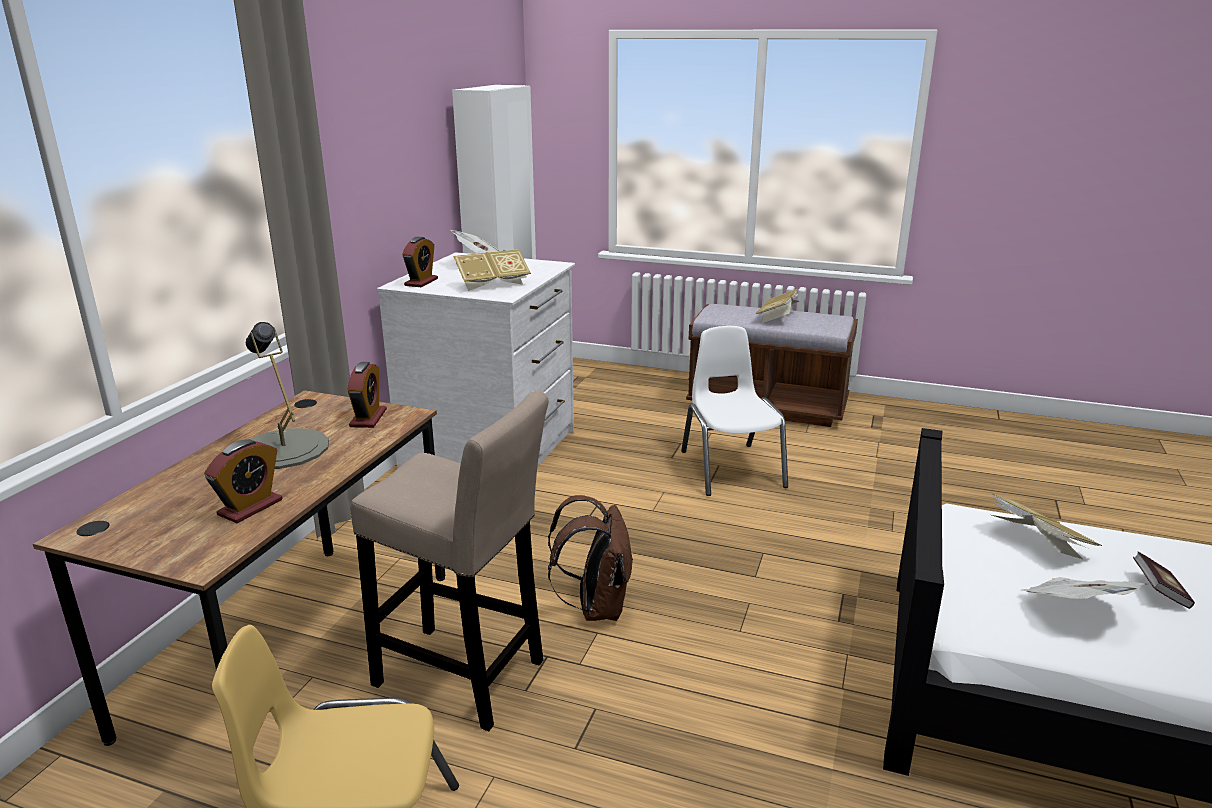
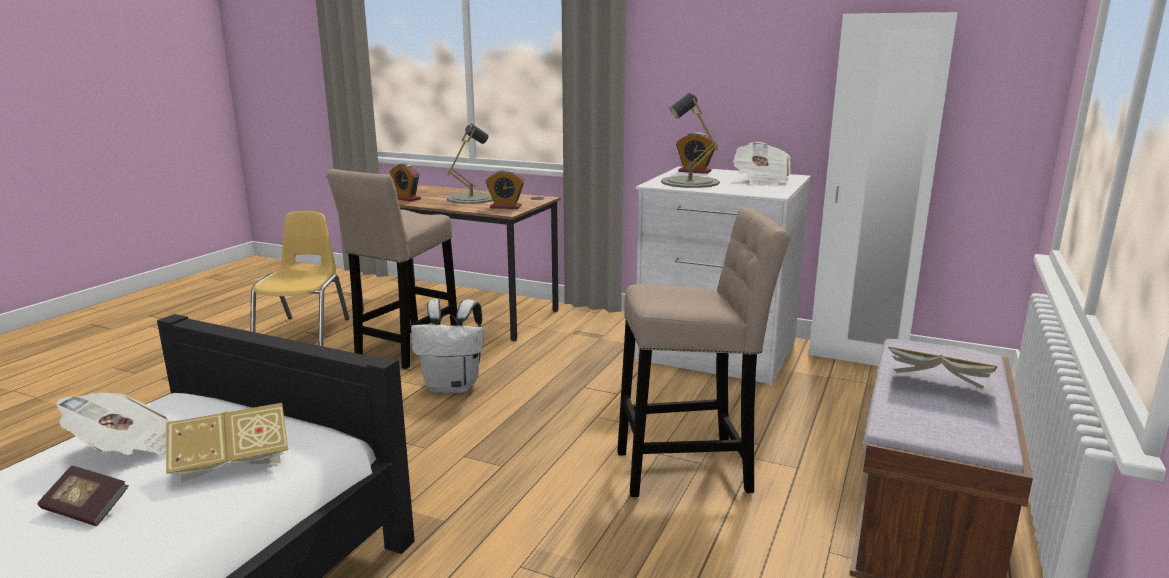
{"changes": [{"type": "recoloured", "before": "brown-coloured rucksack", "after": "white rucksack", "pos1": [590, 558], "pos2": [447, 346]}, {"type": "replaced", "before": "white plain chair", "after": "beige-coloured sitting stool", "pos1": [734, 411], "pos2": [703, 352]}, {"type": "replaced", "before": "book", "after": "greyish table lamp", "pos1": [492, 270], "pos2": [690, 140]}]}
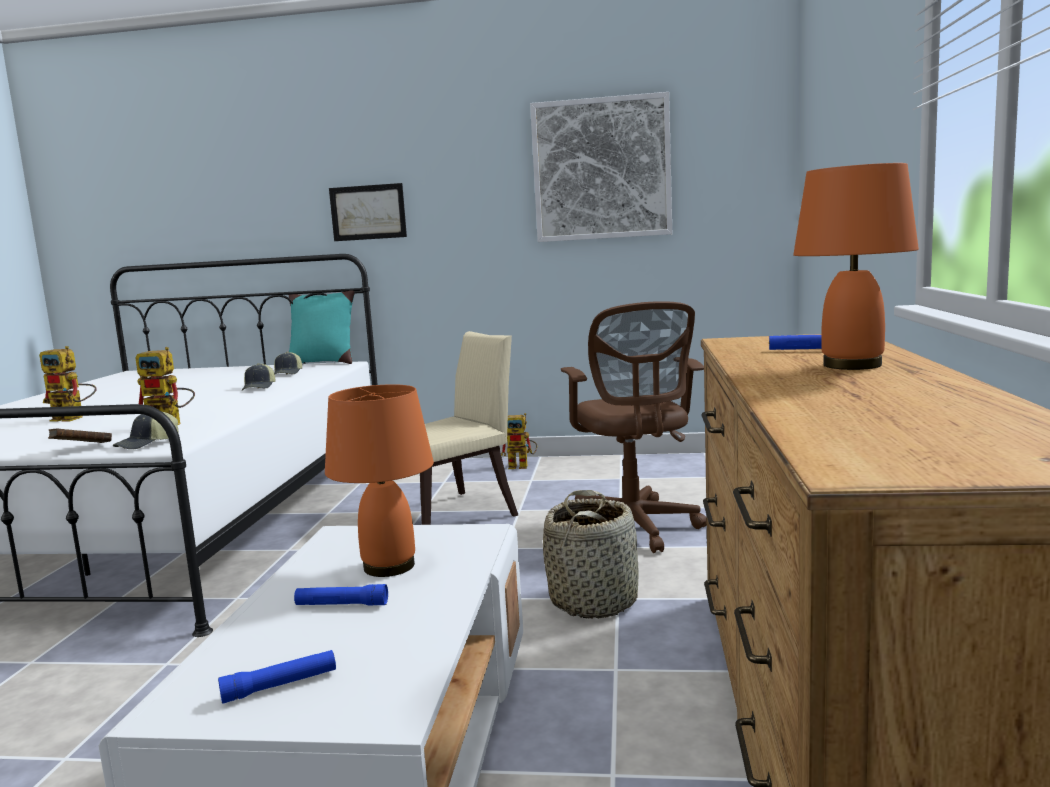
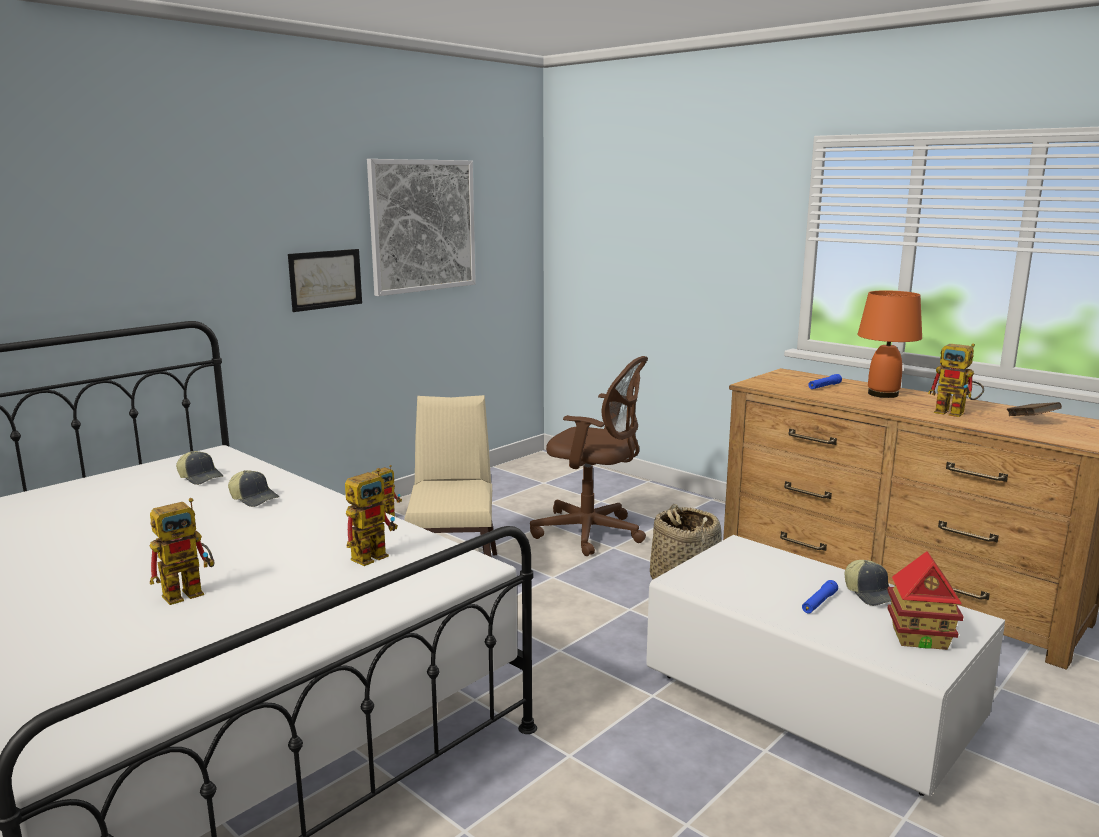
{"changes": [{"type": "moved", "before": "wall art", "pos1": [368, 212], "pos2": [325, 280]}, {"type": "moved", "before": "baseball cap", "pos1": [146, 430], "pos2": [867, 583]}, {"type": "replaced", "before": "bluish flashlight", "after": "miniature house", "pos1": [277, 677], "pos2": [925, 600]}, {"type": "added", "after": "model robot", "pos2": [956, 380]}, {"type": "moved", "before": "brown-coloured book", "pos1": [80, 435], "pos2": [1034, 409]}, {"type": "removed", "before": "turquoise cushion", "pos1": [322, 327]}, {"type": "removed", "before": "orange-coloured table lamp", "pos1": [379, 480]}]}
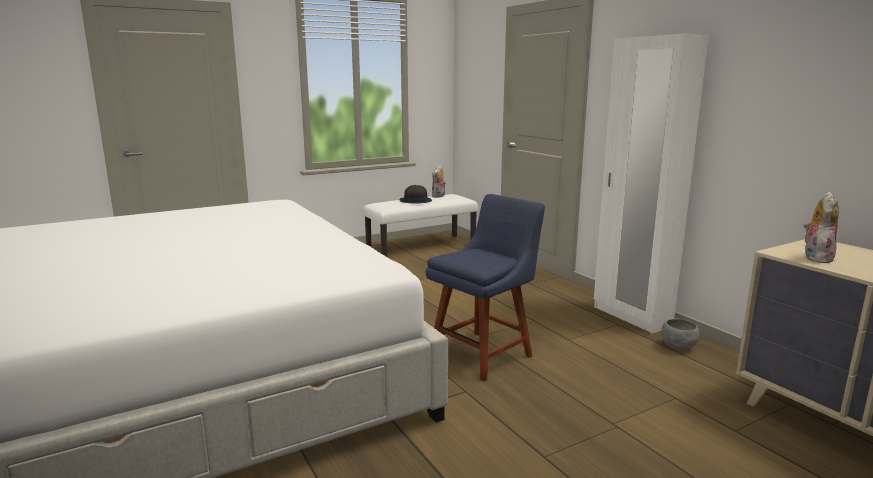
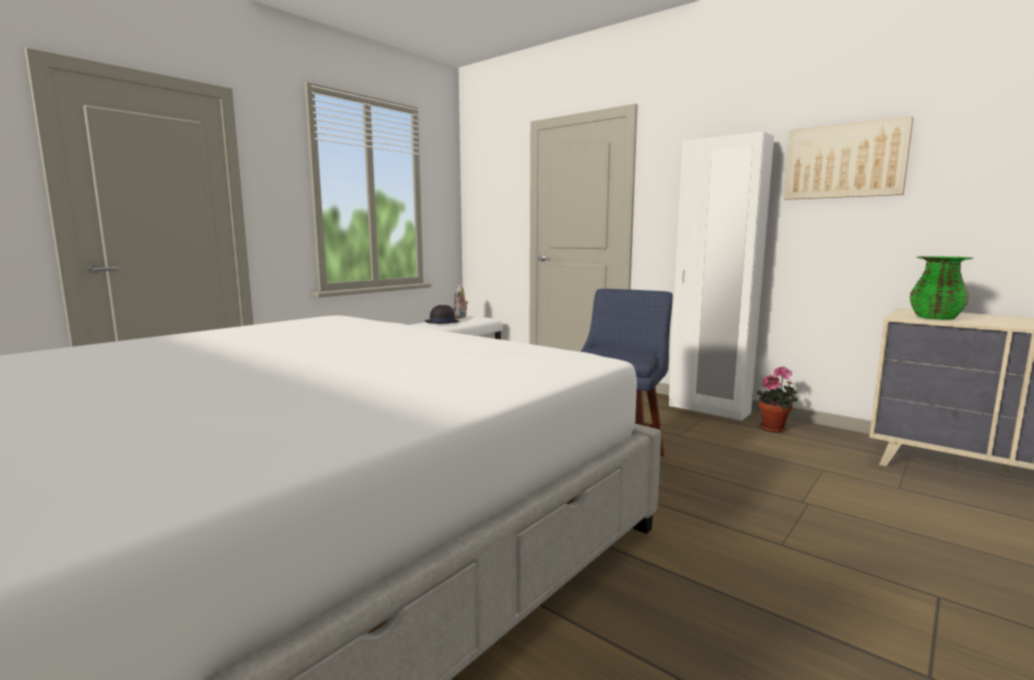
{"changes": [{"type": "replaced", "before": "greyish serving bowl", "after": "potted plant", "pos1": [680, 334], "pos2": [777, 399]}, {"type": "added", "after": "wall art", "pos2": [848, 158]}, {"type": "replaced", "before": "cuddly toy", "after": "green-coloured decorative vase", "pos1": [821, 227], "pos2": [941, 288]}]}
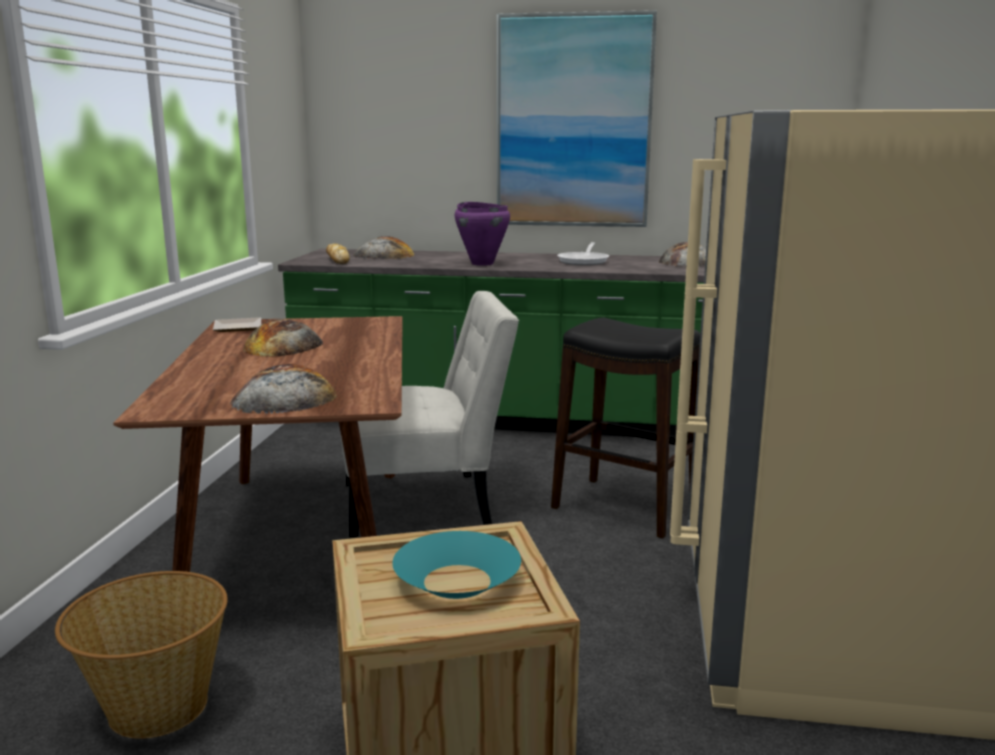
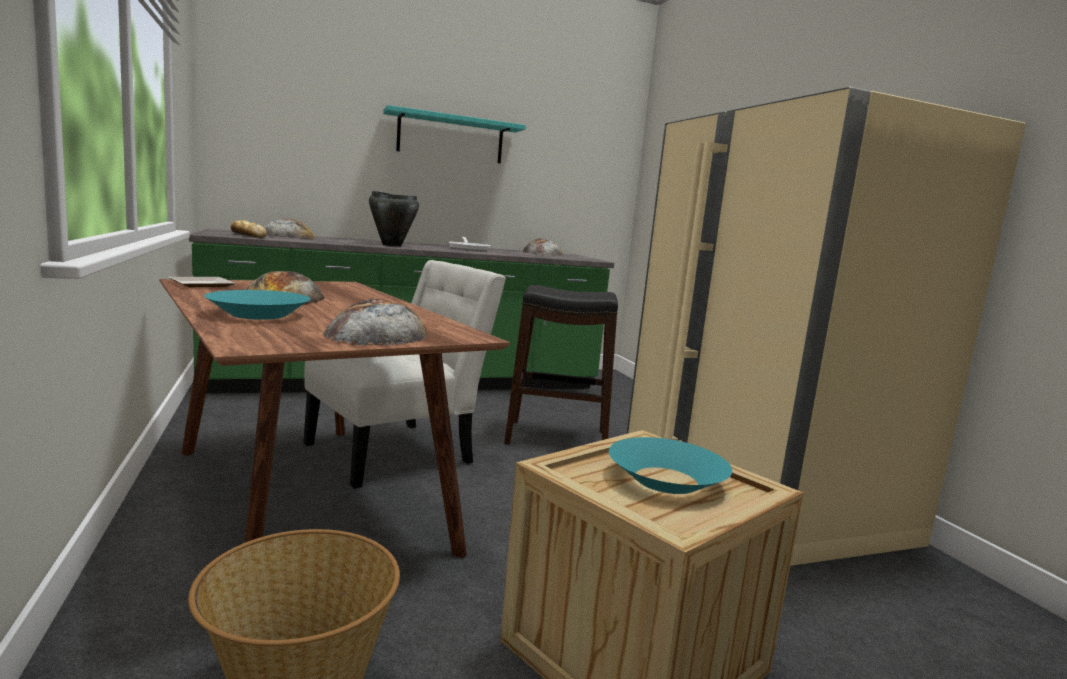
{"changes": [{"type": "added", "after": "turquoise serving bowl", "pos2": [257, 305]}, {"type": "recoloured", "before": "purple-coloured saucepot", "after": "black saucepot", "pos1": [482, 234], "pos2": [394, 219]}, {"type": "replaced", "before": "wall art", "after": "turquoise wall shelf", "pos1": [577, 118], "pos2": [454, 134]}]}
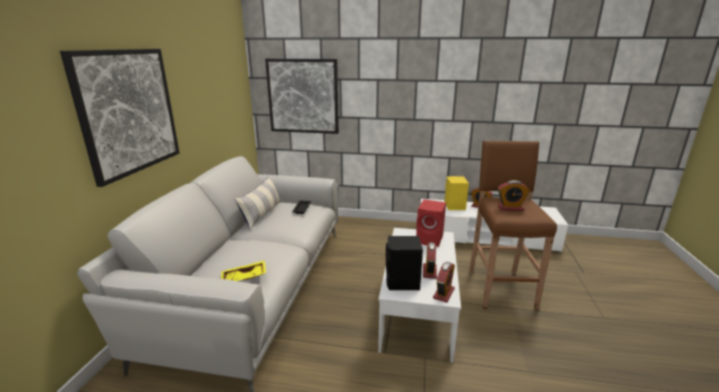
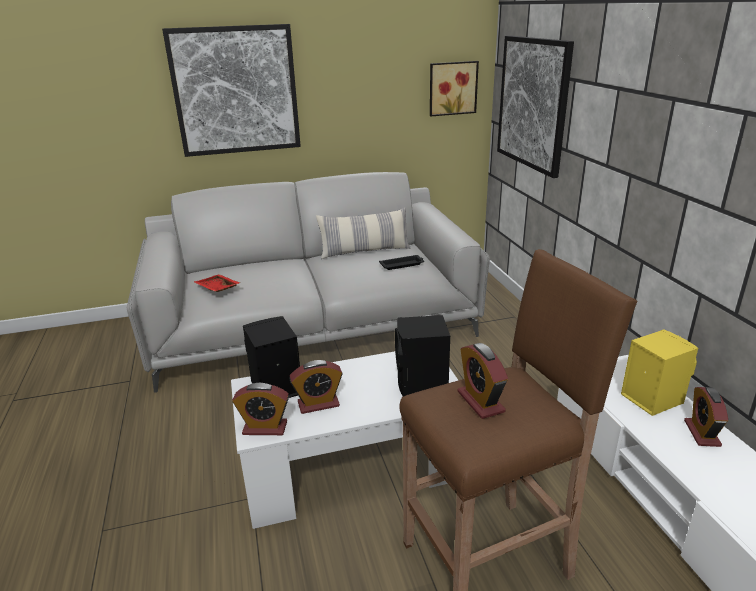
{"changes": [{"type": "recoloured", "before": "yellowish tray", "after": "reddish tray", "pos1": [243, 270], "pos2": [217, 283]}, {"type": "recoloured", "before": "reddish speaker", "after": "black speaker", "pos1": [431, 223], "pos2": [422, 356]}, {"type": "added", "after": "wall art", "pos2": [454, 88]}]}
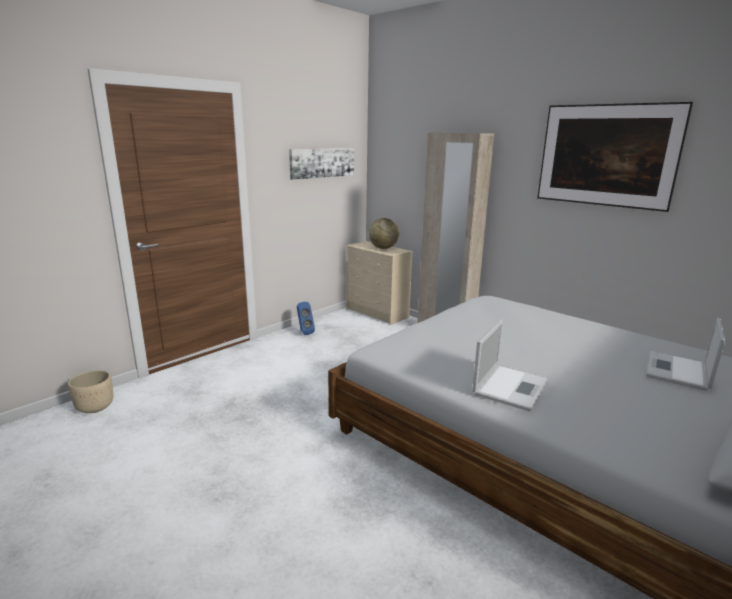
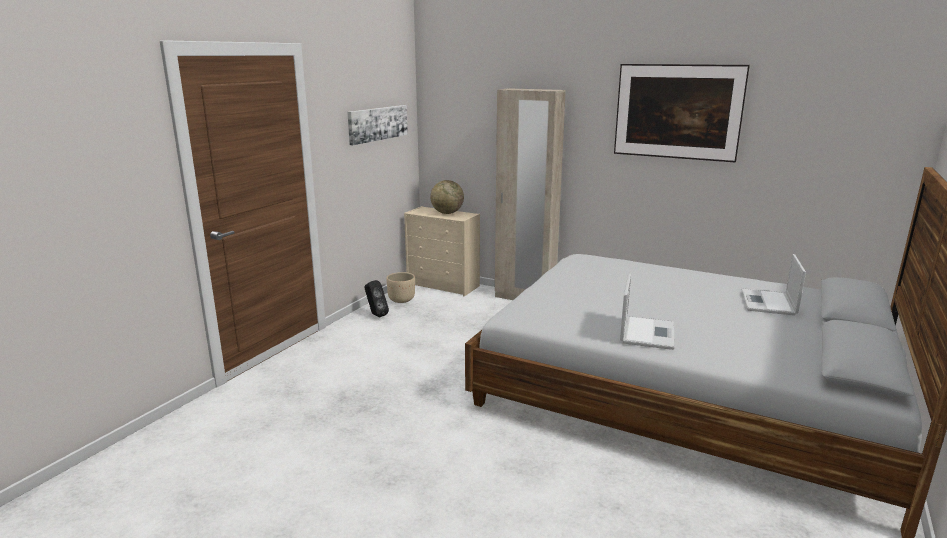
{"changes": [{"type": "recoloured", "before": "bluish speaker", "after": "black speaker", "pos1": [306, 318], "pos2": [376, 299]}, {"type": "moved", "before": "beige-coloured plant pot", "pos1": [90, 391], "pos2": [400, 287]}]}
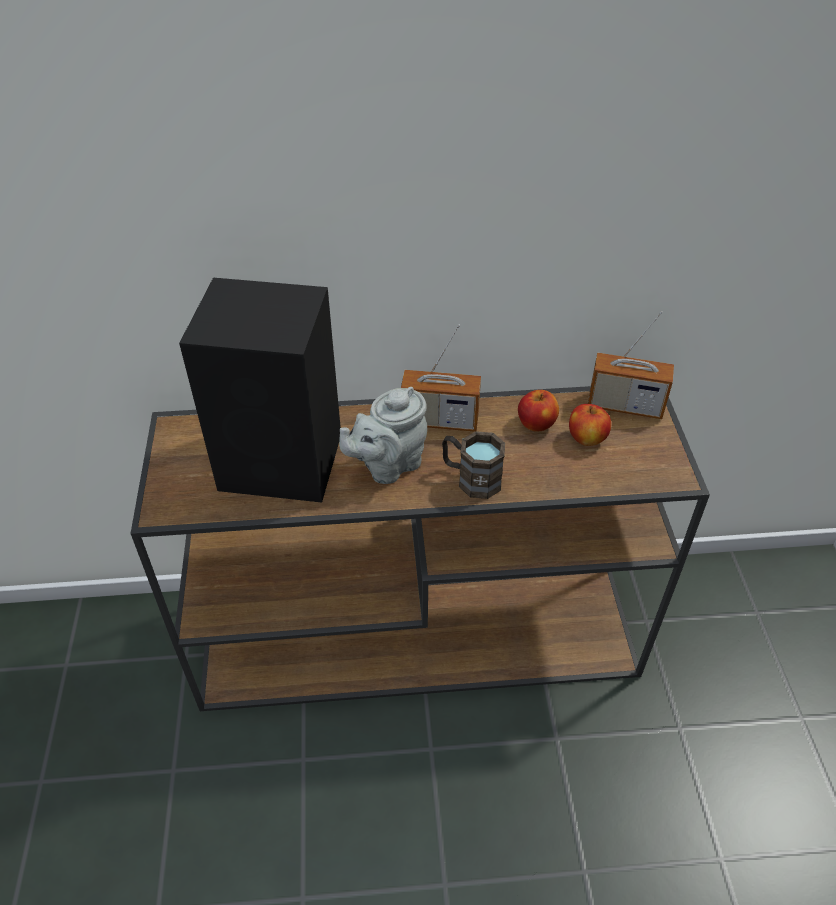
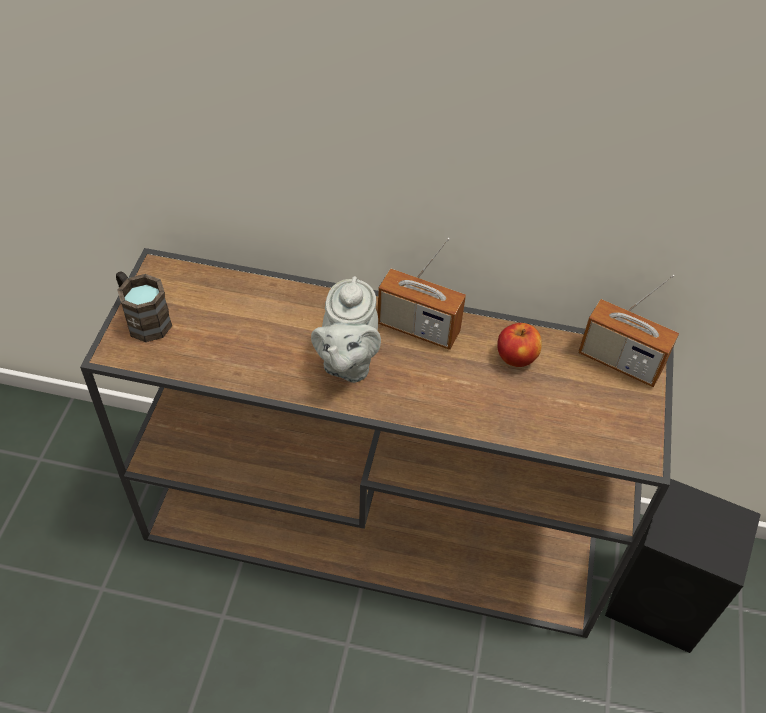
{"changes": [{"type": "moved", "before": "brown-coloured mug", "pos1": [473, 465], "pos2": [144, 306]}, {"type": "turned", "before": "greyish teapot", "pos1": [383, 435], "pos2": [346, 329], "turn": -60}, {"type": "moved", "before": "black speaker", "pos1": [260, 390], "pos2": [683, 565]}, {"type": "removed", "before": "whole apple", "pos1": [590, 425]}]}
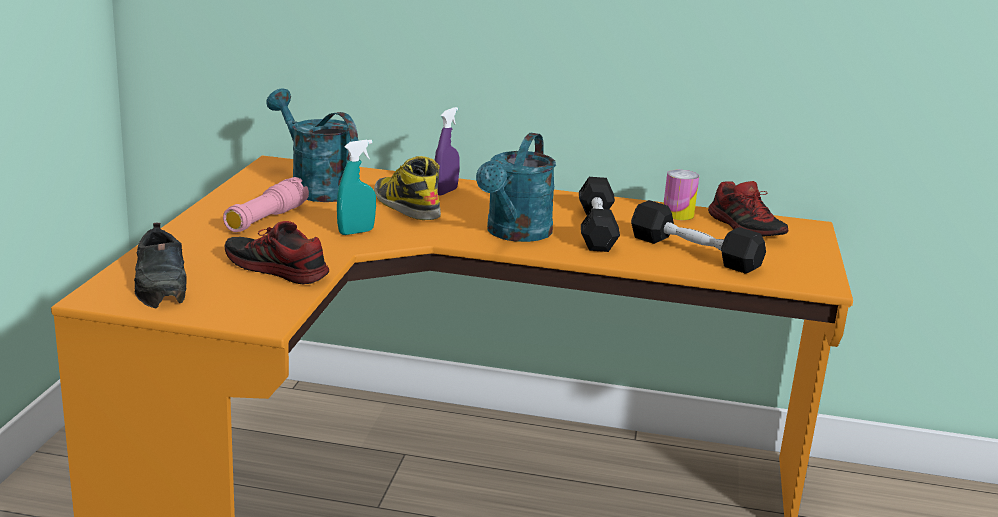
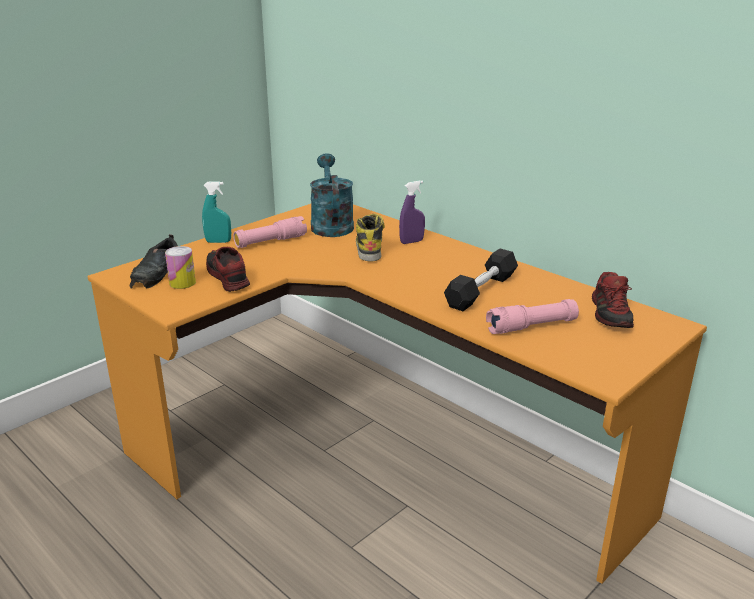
{"changes": [{"type": "moved", "before": "sealed can", "pos1": [681, 195], "pos2": [180, 267]}, {"type": "moved", "before": "turquoise sprayer", "pos1": [356, 187], "pos2": [216, 212]}, {"type": "replaced", "before": "black dumbbell", "after": "pink flashlight", "pos1": [698, 237], "pos2": [532, 316]}, {"type": "removed", "before": "turquoise watering can", "pos1": [516, 187]}]}
